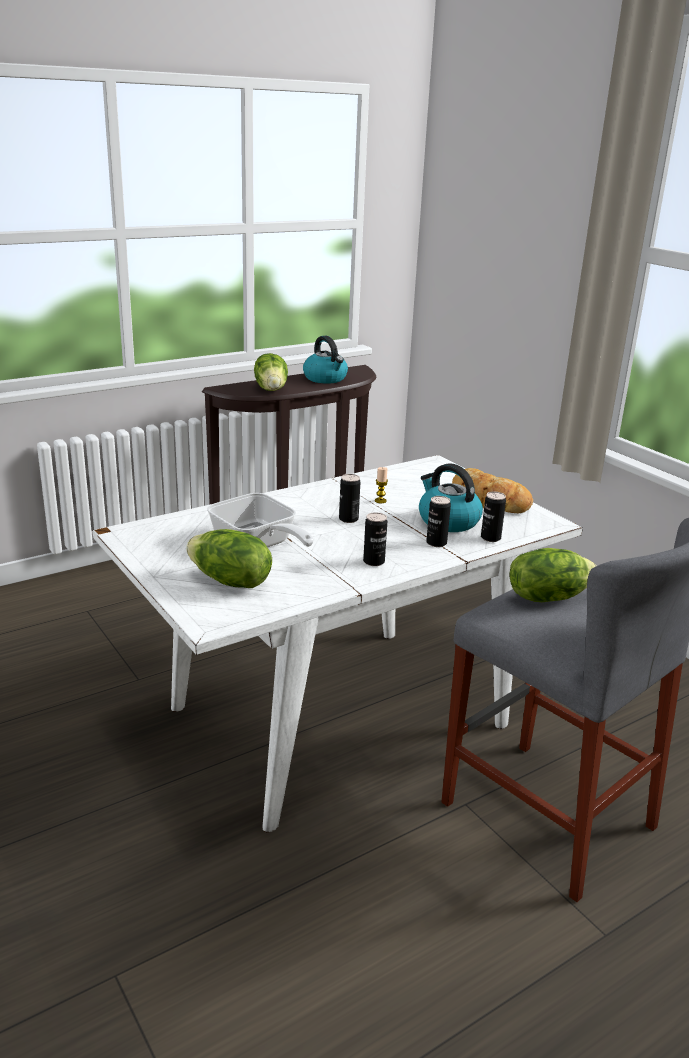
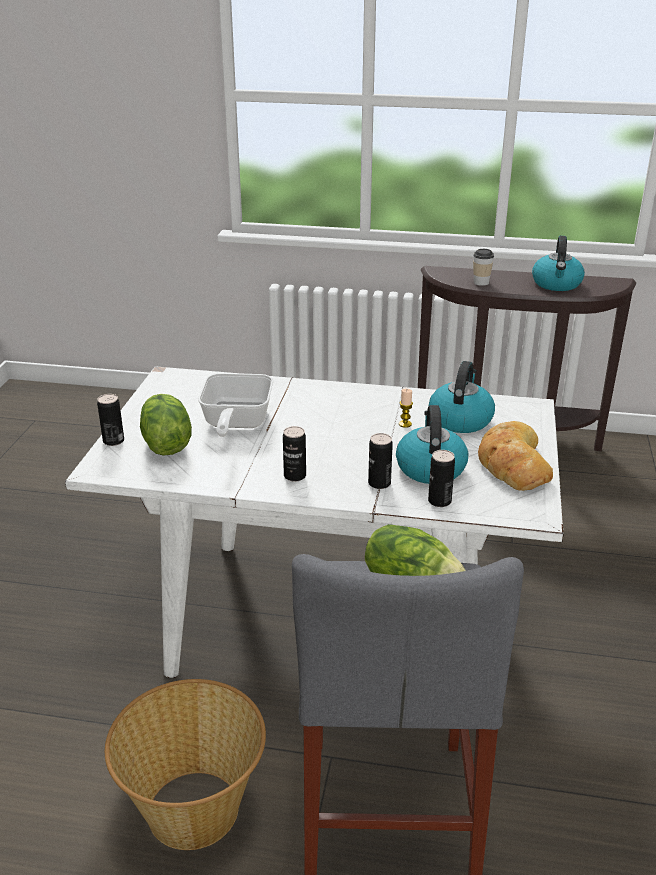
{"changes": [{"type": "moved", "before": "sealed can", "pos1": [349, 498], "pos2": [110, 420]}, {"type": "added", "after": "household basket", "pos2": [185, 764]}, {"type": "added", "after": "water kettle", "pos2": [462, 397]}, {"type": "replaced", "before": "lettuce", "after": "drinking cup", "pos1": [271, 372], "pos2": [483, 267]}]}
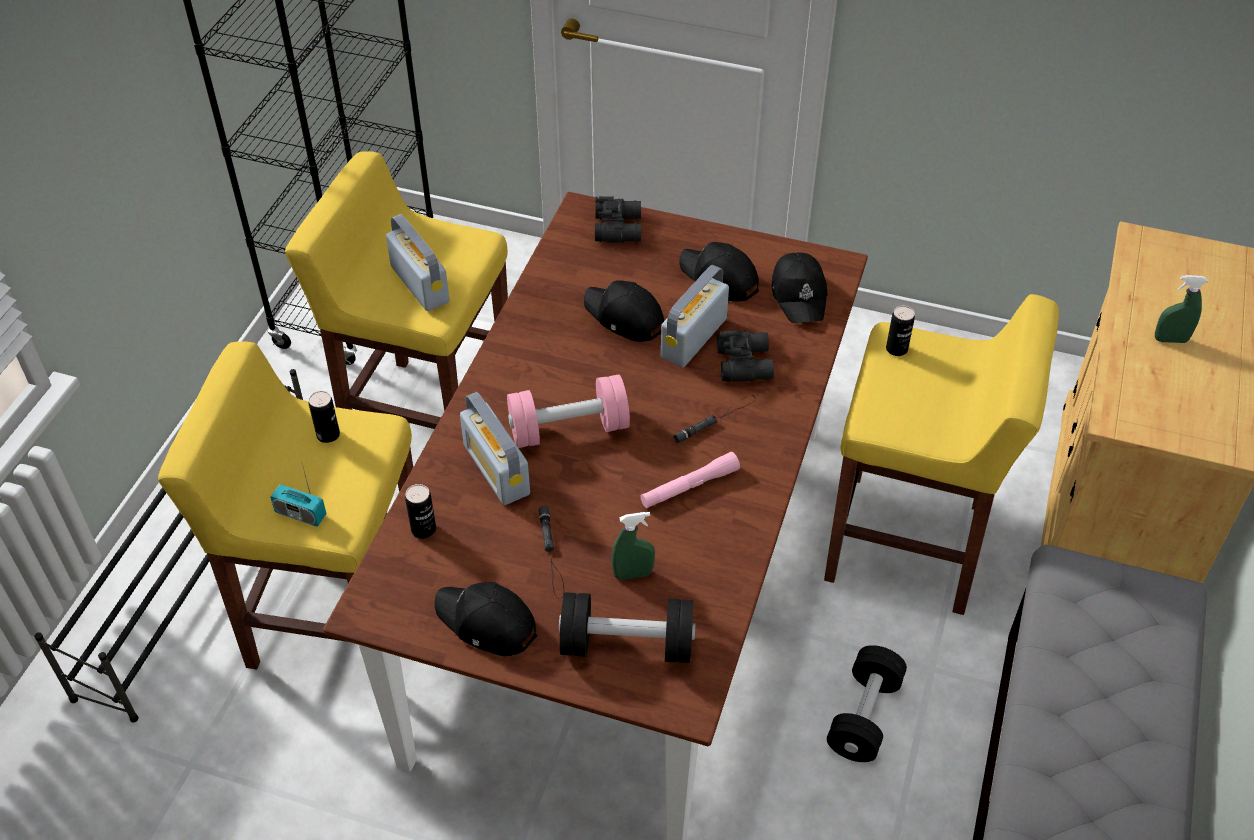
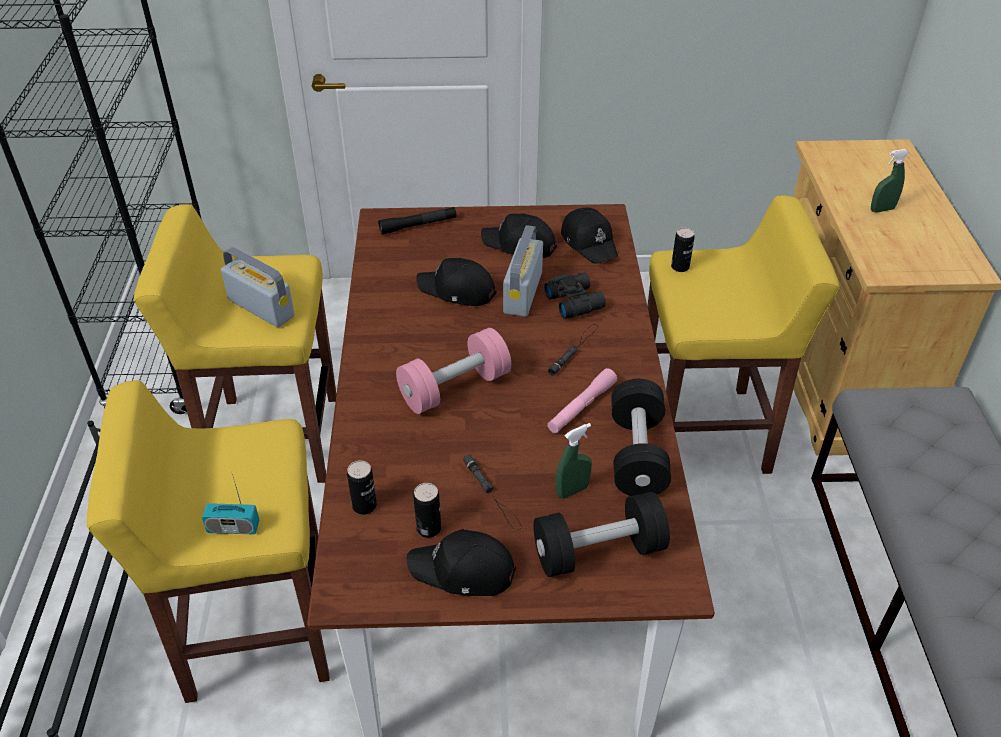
{"changes": [{"type": "replaced", "before": "black field glasses", "after": "black flashlight", "pos1": [618, 219], "pos2": [417, 221]}, {"type": "moved", "before": "sealed can", "pos1": [324, 417], "pos2": [427, 510]}, {"type": "moved", "before": "black dumbbell", "pos1": [867, 703], "pos2": [641, 437]}, {"type": "removed", "before": "radio set", "pos1": [495, 448]}]}
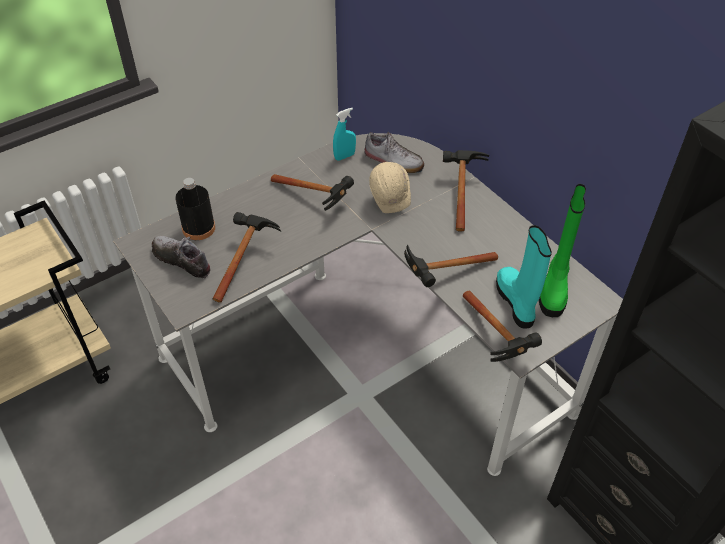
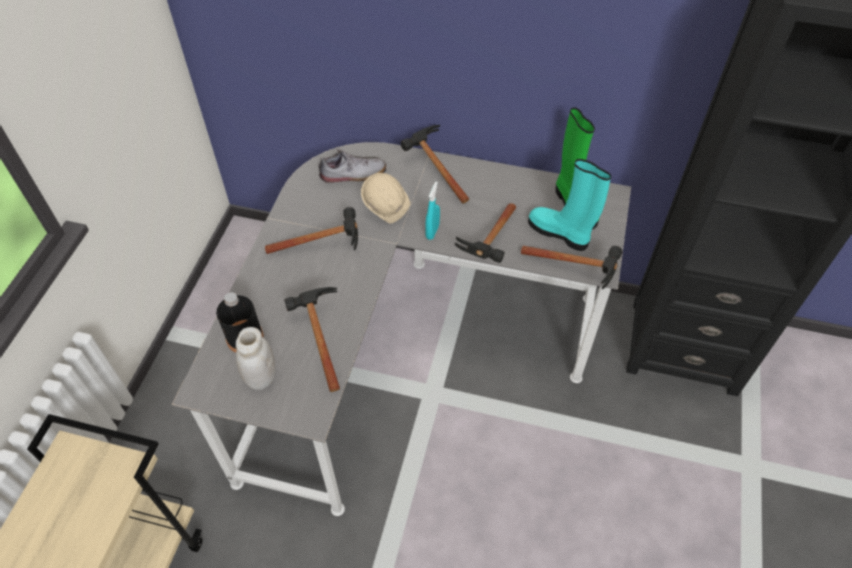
{"changes": [{"type": "replaced", "before": "shoe", "after": "white jar", "pos1": [181, 257], "pos2": [256, 358]}, {"type": "moved", "before": "turquoise sprayer", "pos1": [344, 134], "pos2": [432, 210]}]}
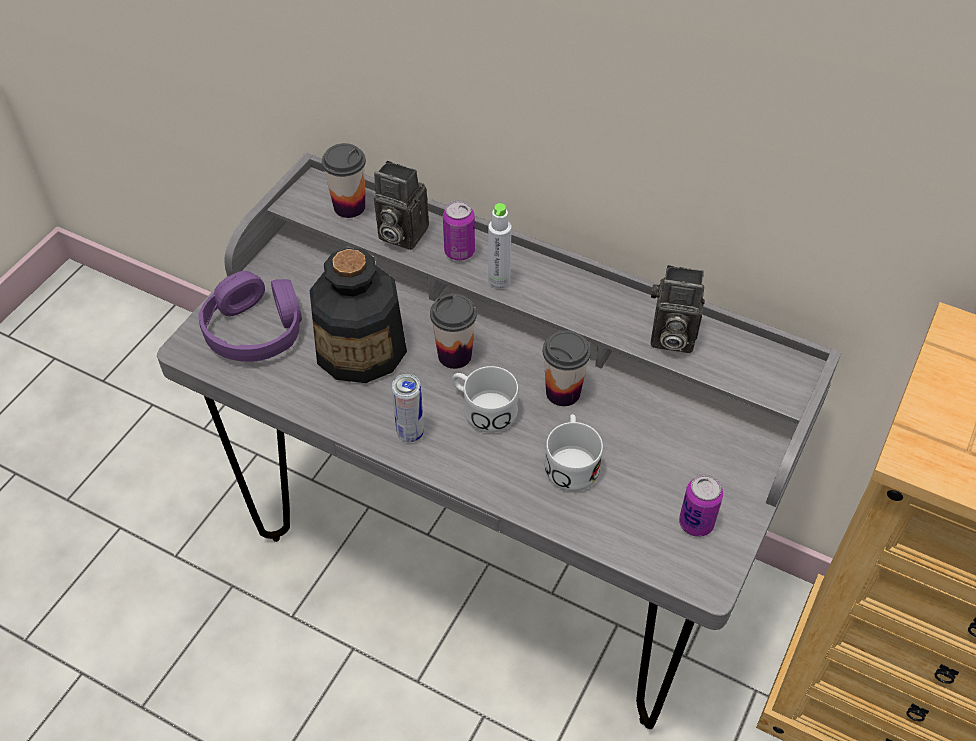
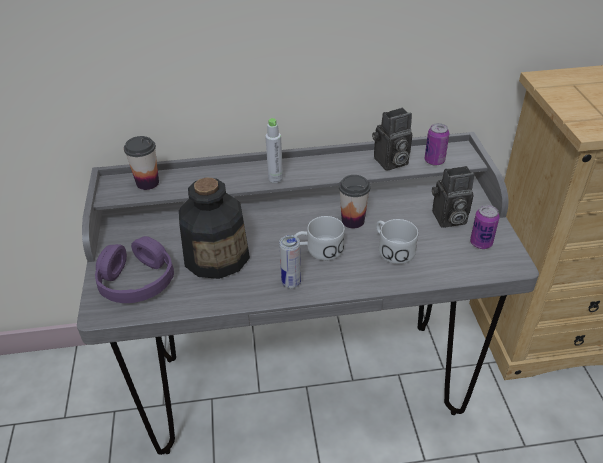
{"changes": [{"type": "moved", "before": "sealed can", "pos1": [459, 230], "pos2": [436, 144]}, {"type": "moved", "before": "still camera", "pos1": [401, 205], "pos2": [453, 197]}, {"type": "removed", "before": "drinking cup", "pos1": [453, 331]}]}
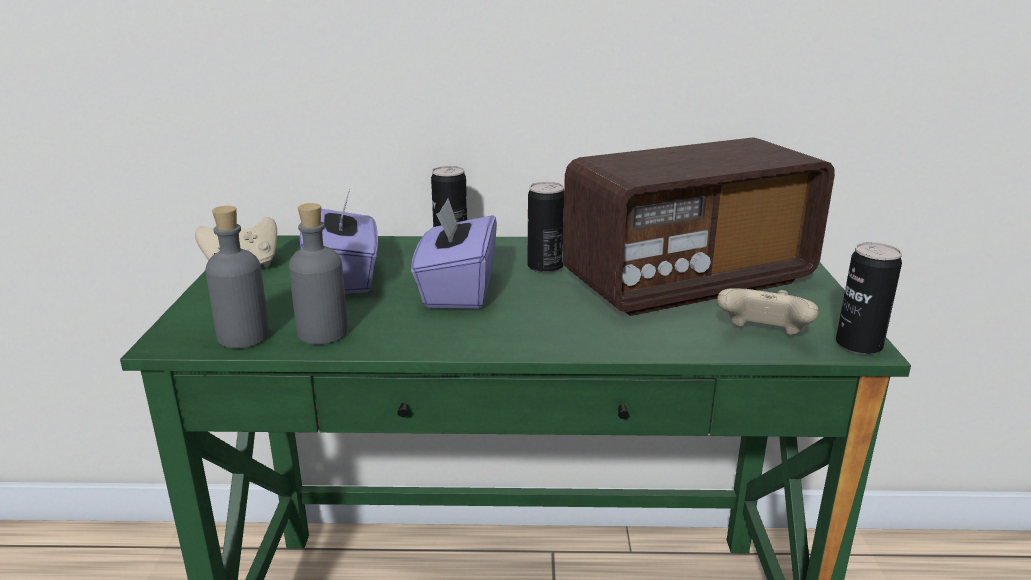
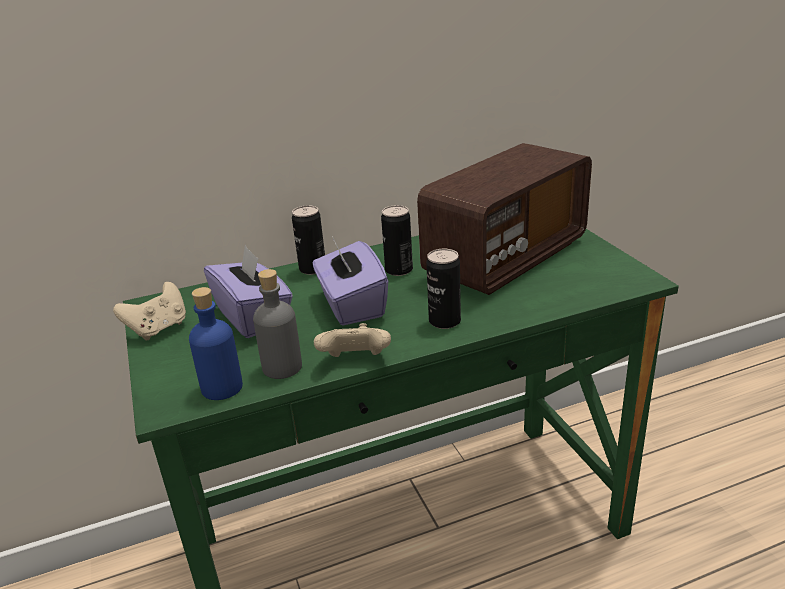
{"changes": [{"type": "recoloured", "before": "greyish bottle", "after": "bluish bottle", "pos1": [237, 277], "pos2": [216, 343]}, {"type": "moved", "before": "beige-coloured gamepad", "pos1": [768, 311], "pos2": [352, 340]}, {"type": "moved", "before": "sealed can", "pos1": [869, 298], "pos2": [443, 289]}]}
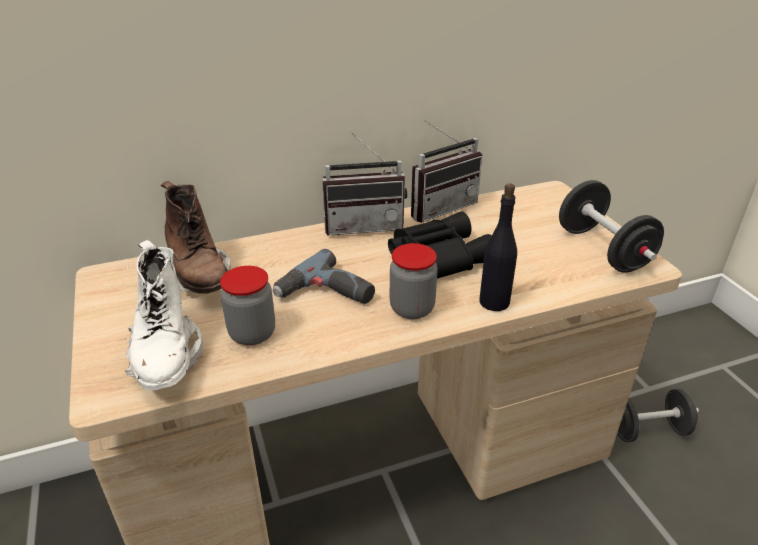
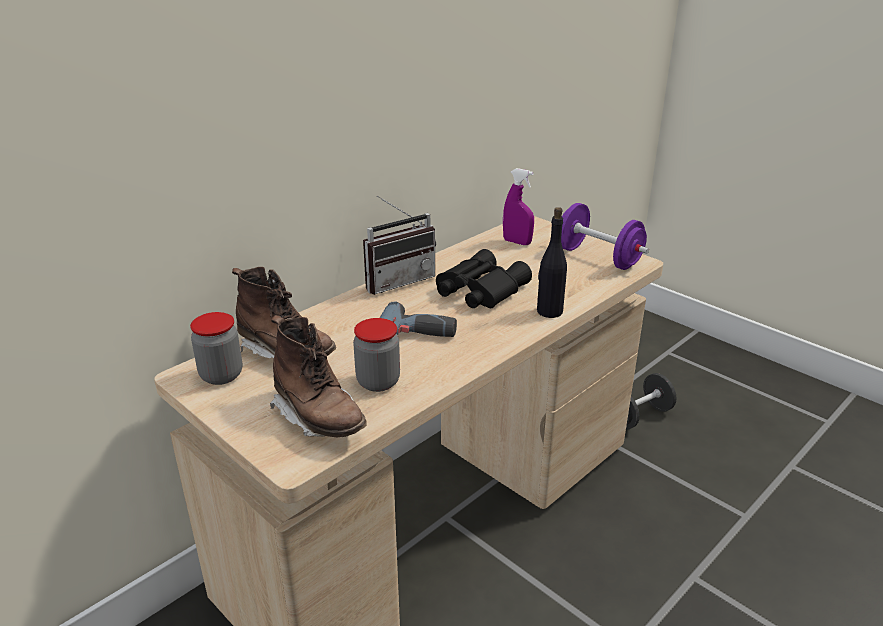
{"changes": [{"type": "moved", "before": "jar", "pos1": [414, 281], "pos2": [216, 348]}, {"type": "recoloured", "before": "white tall boot", "after": "brown-coloured tall boot", "pos1": [164, 315], "pos2": [318, 376]}, {"type": "added", "after": "purple-coloured sprayer", "pos2": [518, 206]}, {"type": "recoloured", "before": "black dumbbell", "after": "purple-coloured dumbbell", "pos1": [611, 226], "pos2": [605, 236]}, {"type": "removed", "before": "radio set", "pos1": [446, 171]}]}
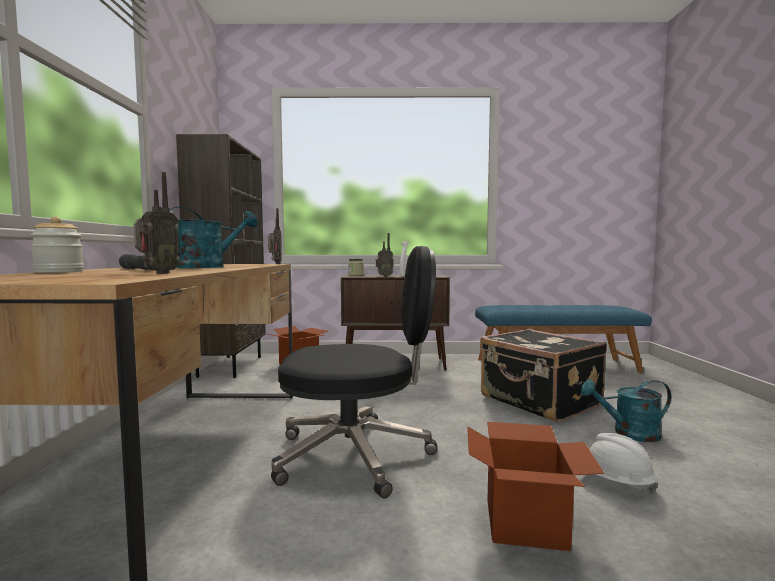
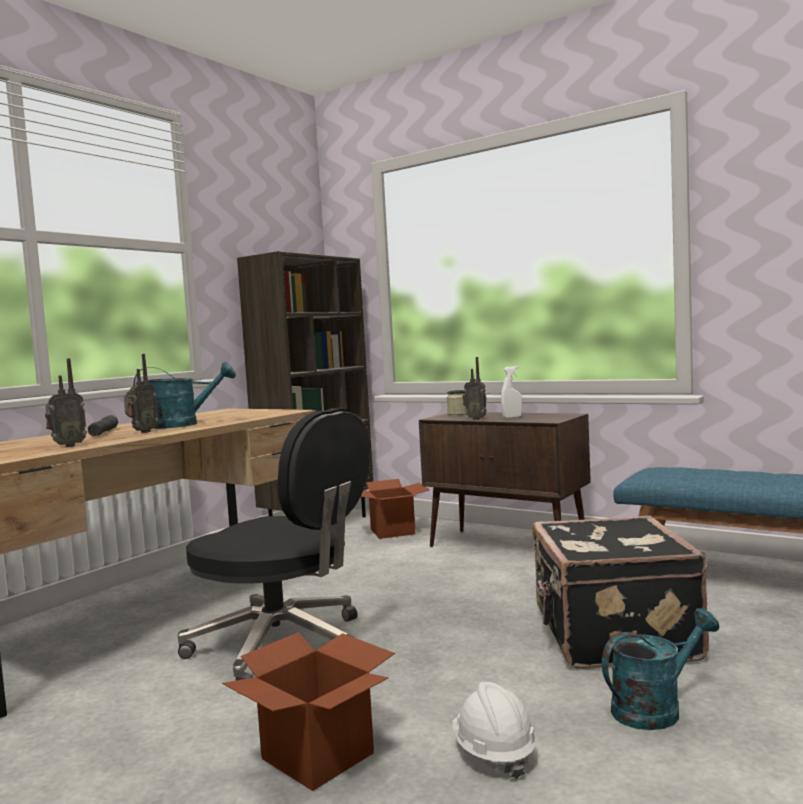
{"changes": [{"type": "moved", "before": "radio set", "pos1": [275, 236], "pos2": [141, 393]}, {"type": "turned", "before": "turquoise watering can", "pos1": [625, 411], "pos2": [660, 669], "turn": 120}, {"type": "removed", "before": "jar", "pos1": [57, 245]}]}
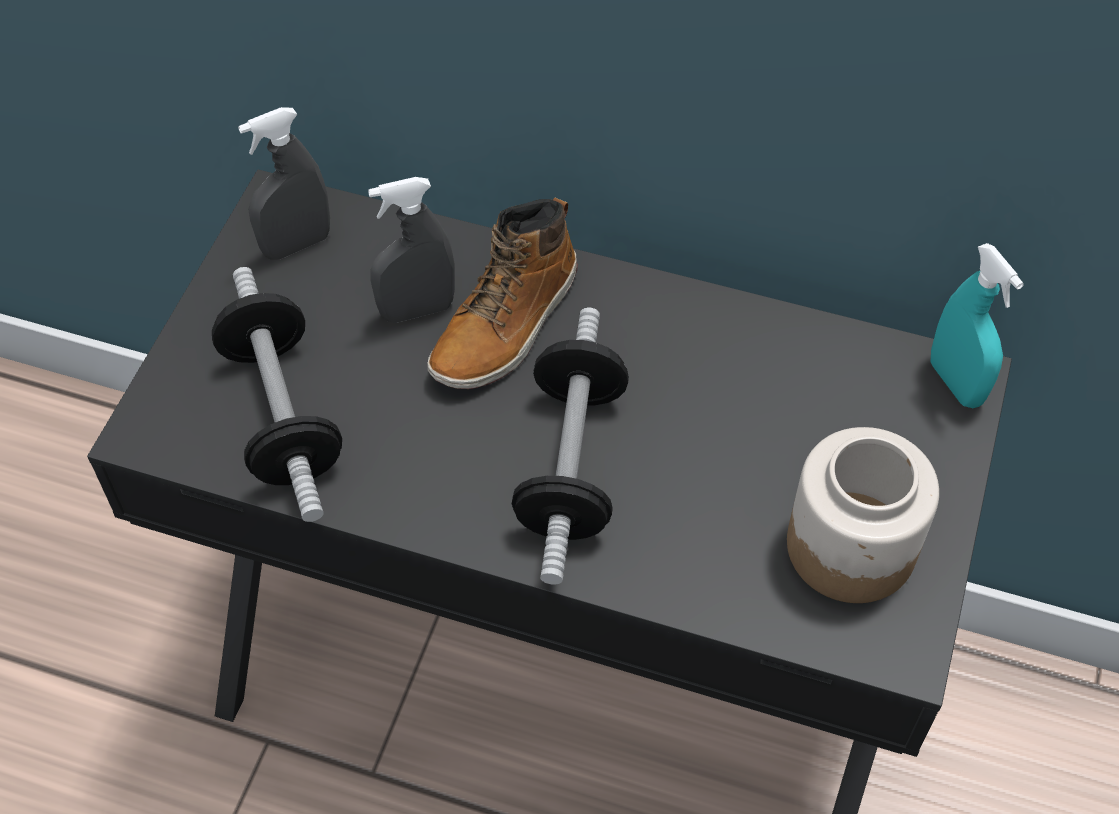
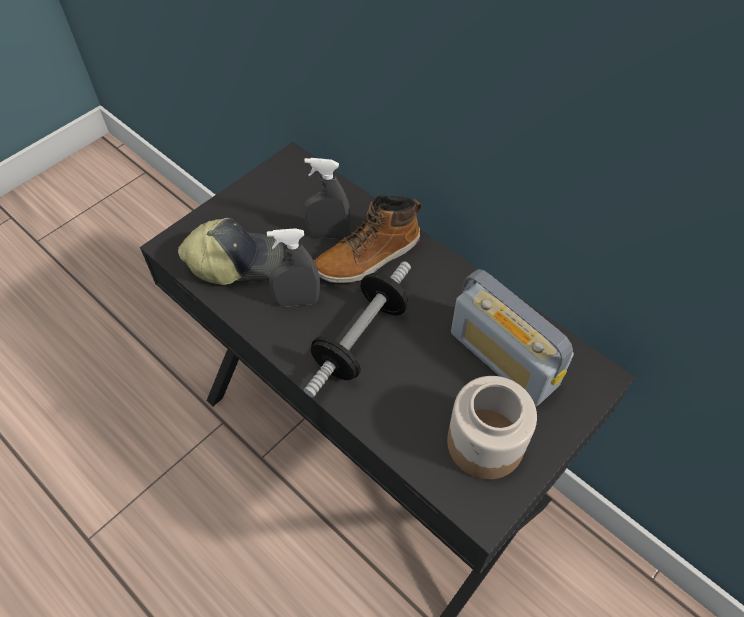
{"changes": [{"type": "replaced", "before": "dumbbell", "after": "baseball cap", "pos1": [277, 394], "pos2": [230, 251]}, {"type": "moved", "before": "greyish sprayer", "pos1": [284, 183], "pos2": [293, 267]}, {"type": "added", "after": "radio set", "pos2": [512, 337]}, {"type": "removed", "before": "turquoise sprayer", "pos1": [977, 325]}]}
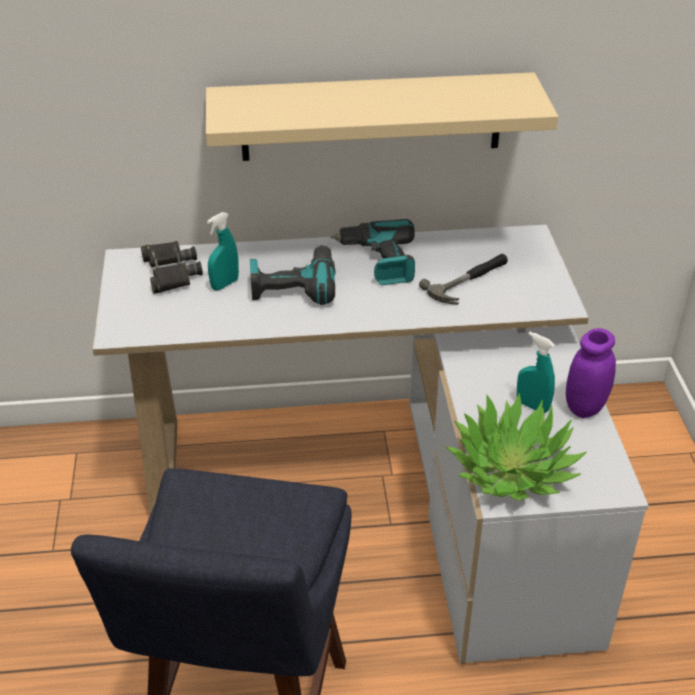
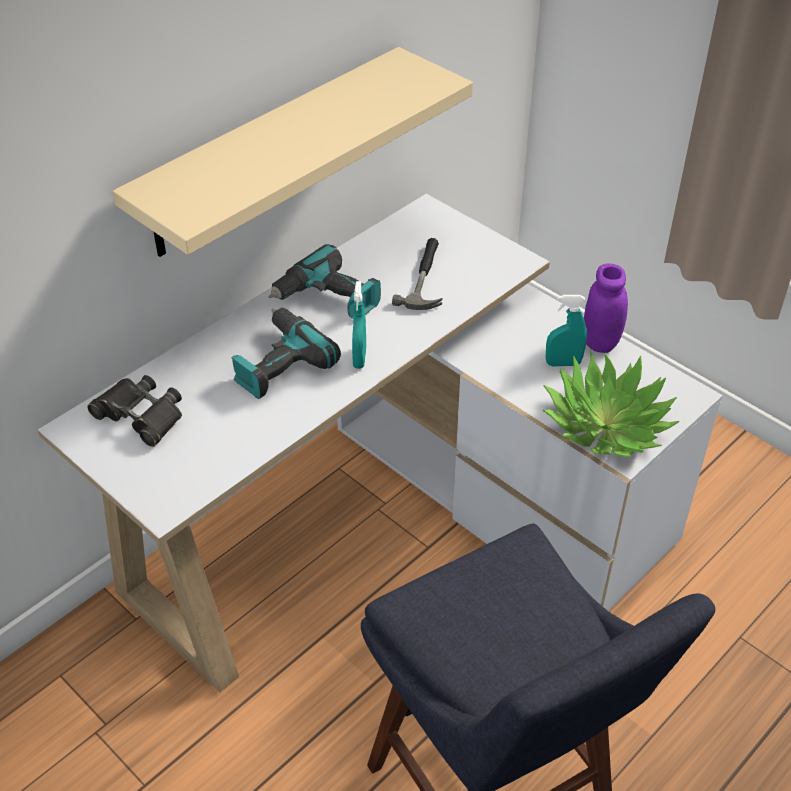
{"changes": [{"type": "moved", "before": "turquoise sprayer", "pos1": [223, 251], "pos2": [359, 325]}]}
